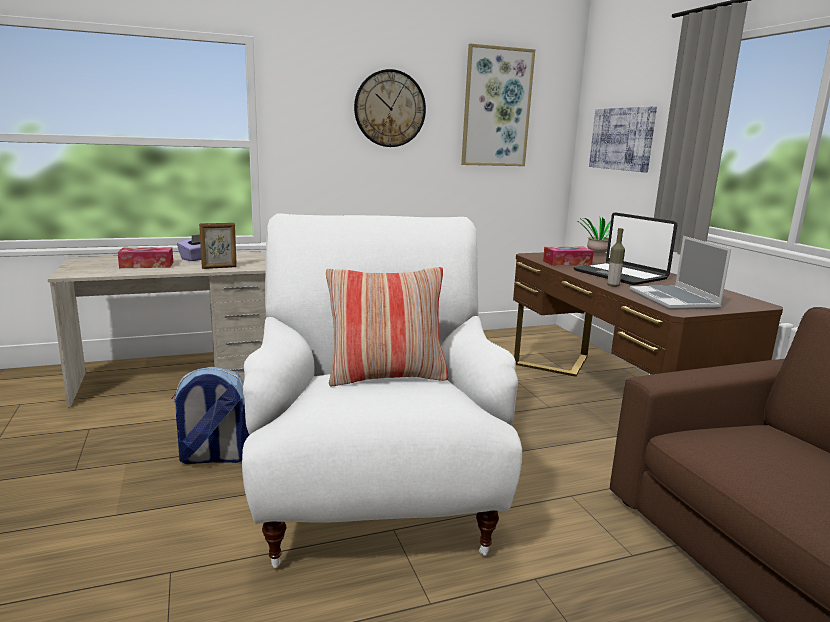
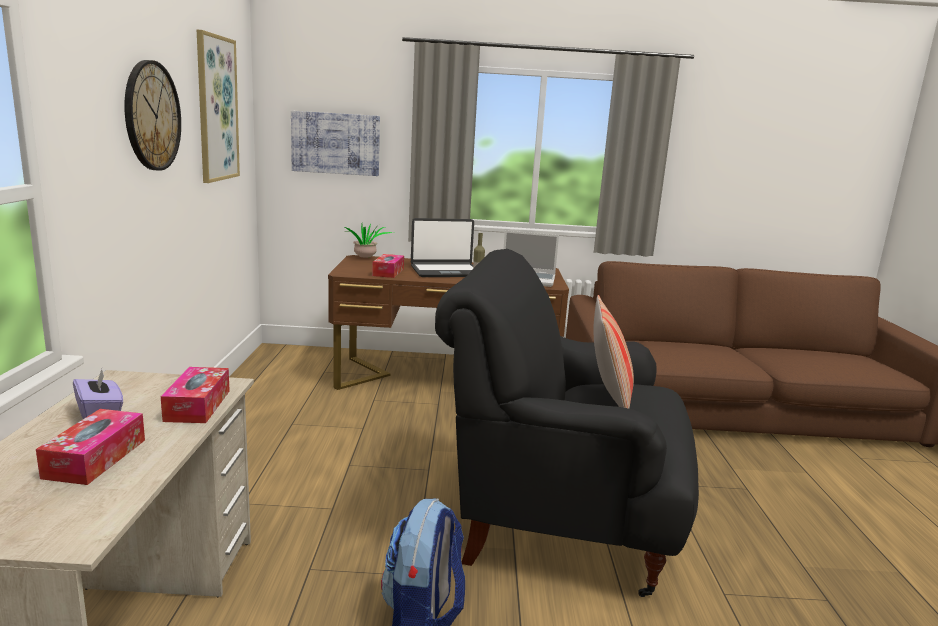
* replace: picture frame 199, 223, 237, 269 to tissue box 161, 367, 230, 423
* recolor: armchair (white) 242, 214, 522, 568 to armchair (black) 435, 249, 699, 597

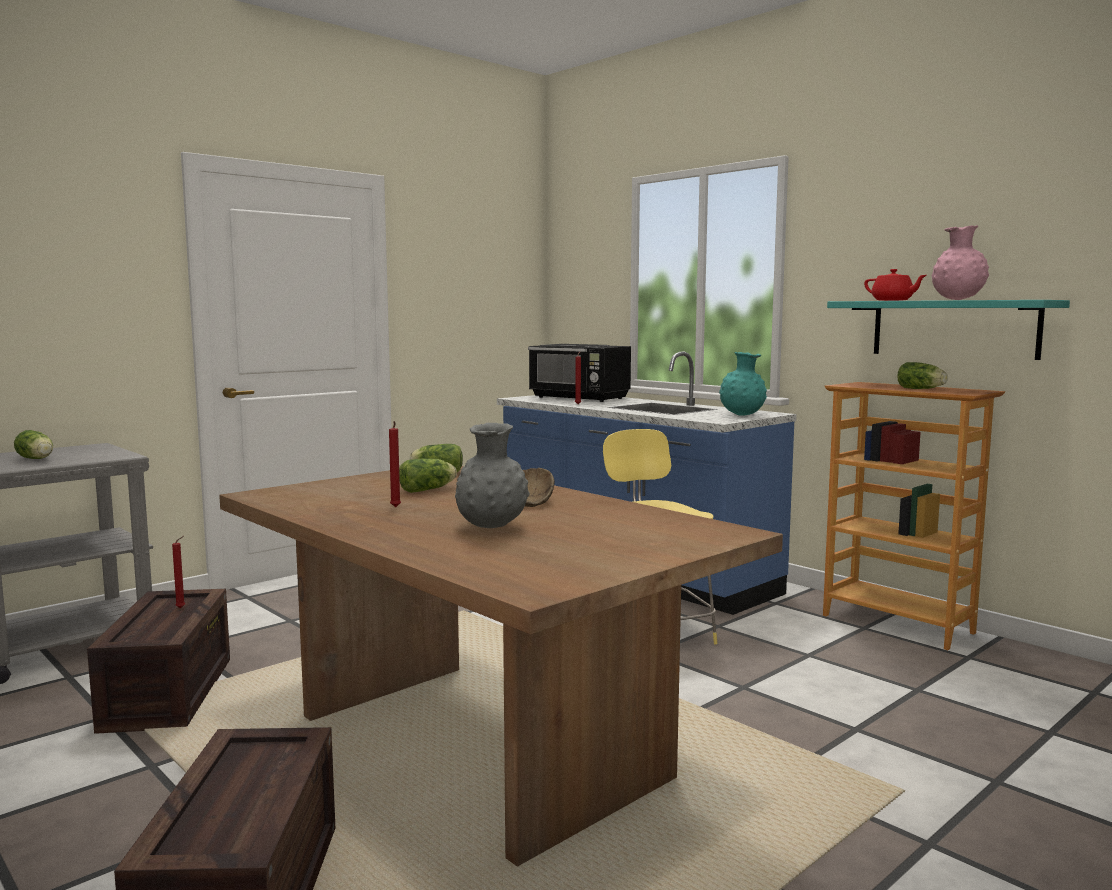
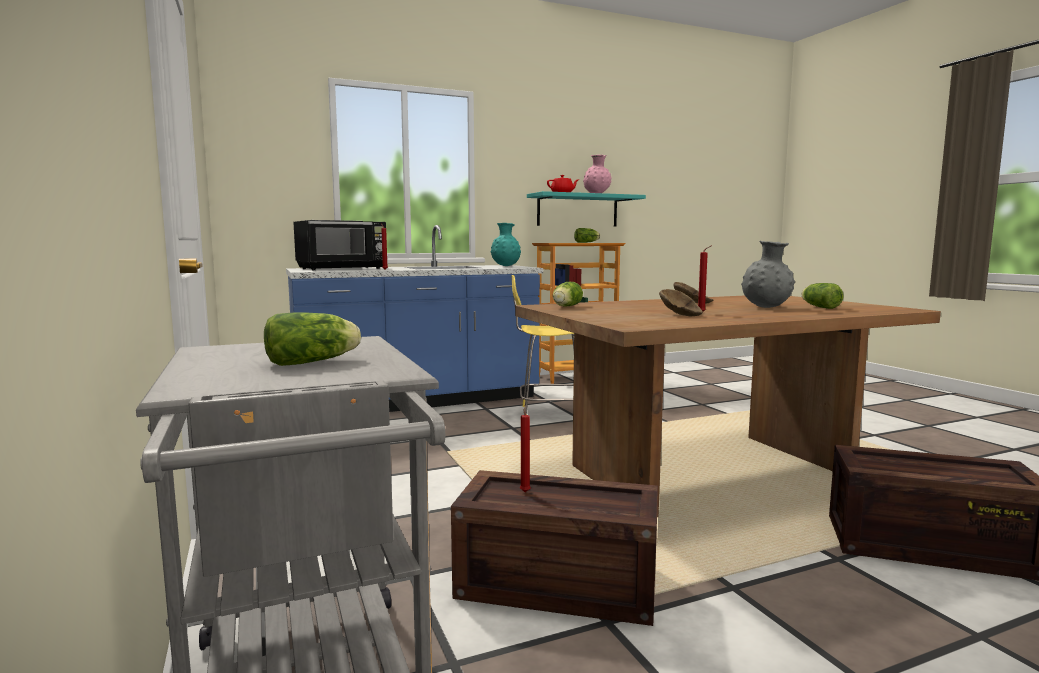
* move: lettuce 399, 459, 457, 493 to 802, 283, 844, 309
* insert: bowl (brown) 659, 289, 703, 317

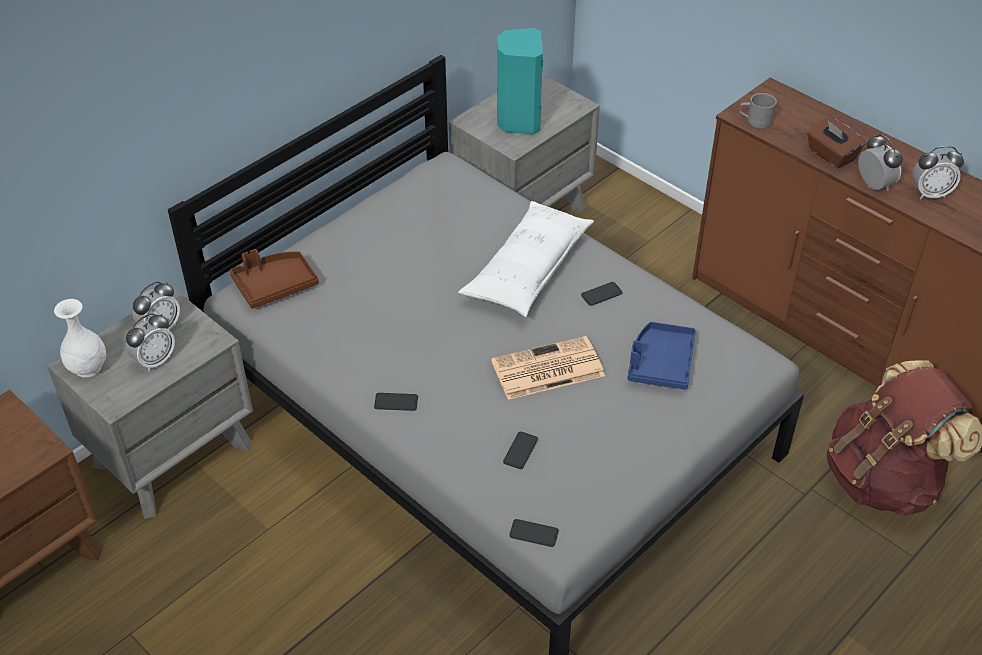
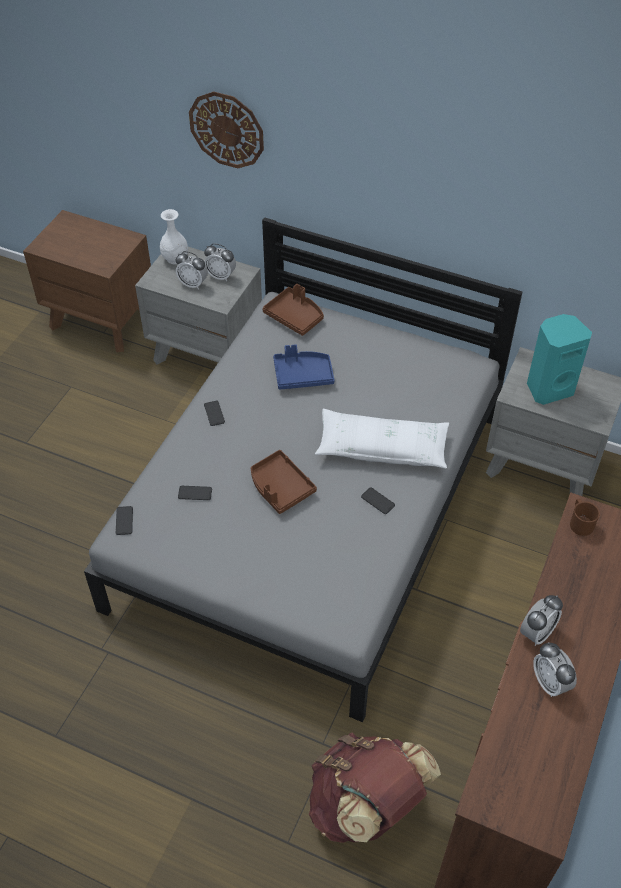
* replace: newspaper 491, 336, 605, 400 to tray (brown) 251, 450, 317, 514
* move: tray (blue) 628, 322, 696, 390 to 273, 344, 334, 390
* recolor: mug (grey) 739, 93, 777, 128 to mug (brown) 570, 499, 600, 536
* delete: tissue box (brown) 807, 117, 865, 168
* insert: wall clock 189, 91, 264, 168

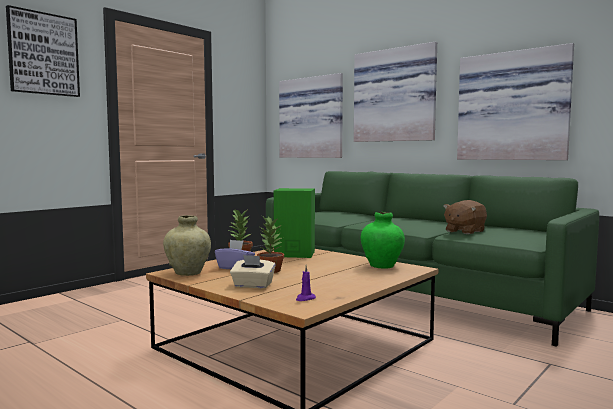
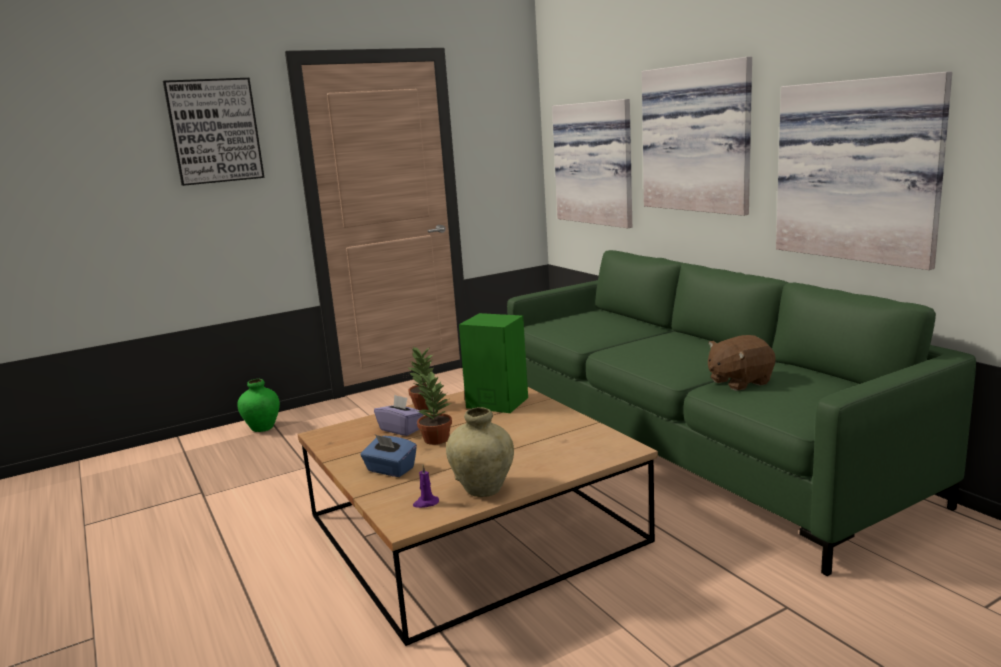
* move: vase (beige) 163, 215, 211, 276 to 446, 407, 514, 497
* recolor: tissue box (beige) 230, 255, 276, 288 to tissue box (blue) 360, 434, 417, 477
* move: vase (green) 361, 212, 405, 269 to 237, 379, 280, 432

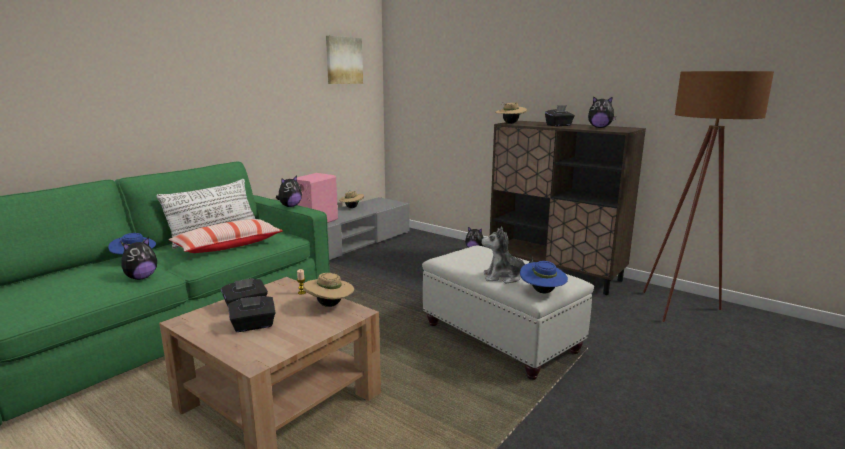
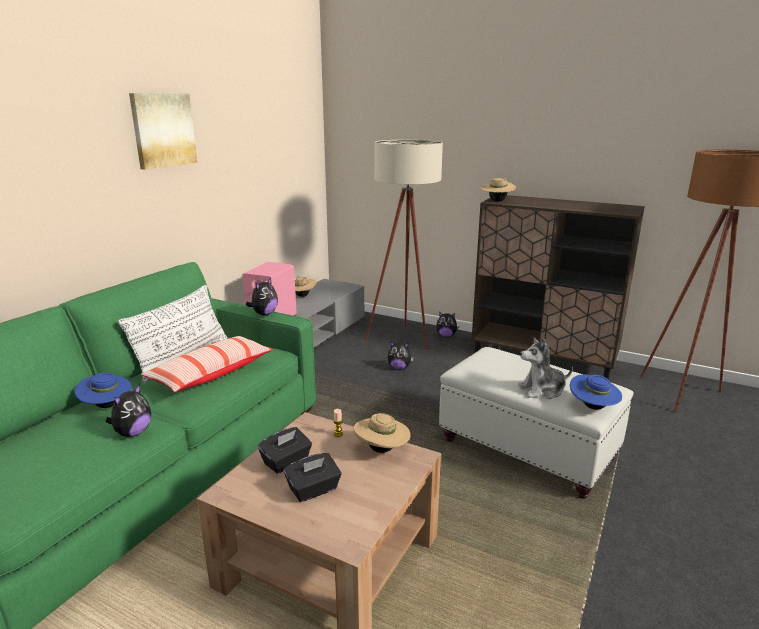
* move: picture 326, 36, 363, 84 to 129, 93, 197, 170
* delete: tissue box (black) 545, 105, 575, 126
* move: plush toy 588, 96, 616, 128 to 388, 342, 414, 370
* insert: floor lamp (beige) 365, 139, 443, 351

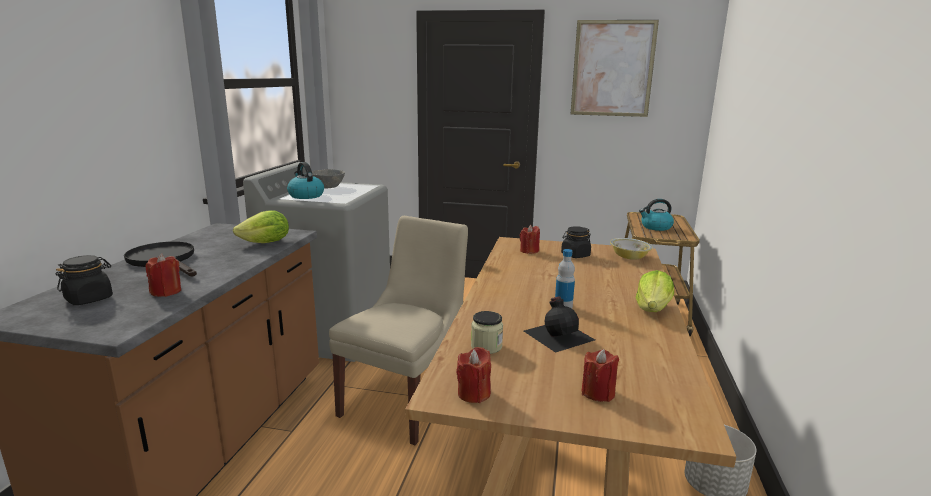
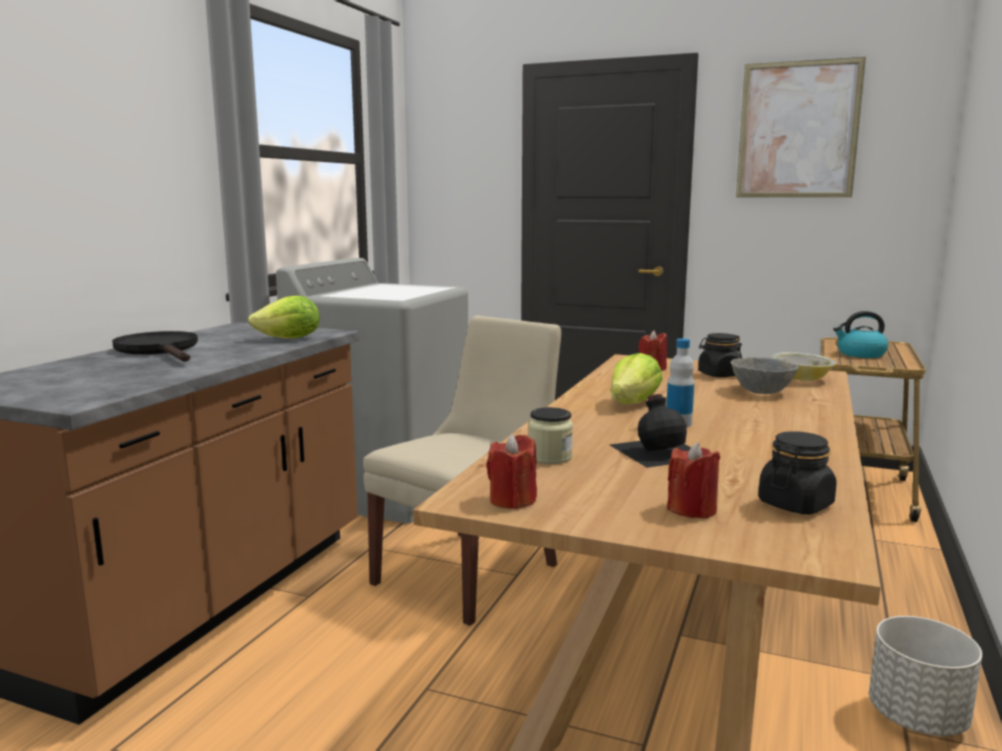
* move: jar (black) 56, 255, 113, 305 to 758, 431, 837, 514
* delete: candle (red) 145, 254, 181, 297
* delete: kettle 287, 162, 324, 199
* move: bowl (grey) 312, 169, 345, 188 to 731, 357, 799, 394
* move: lettuce 636, 270, 674, 312 to 610, 353, 662, 404

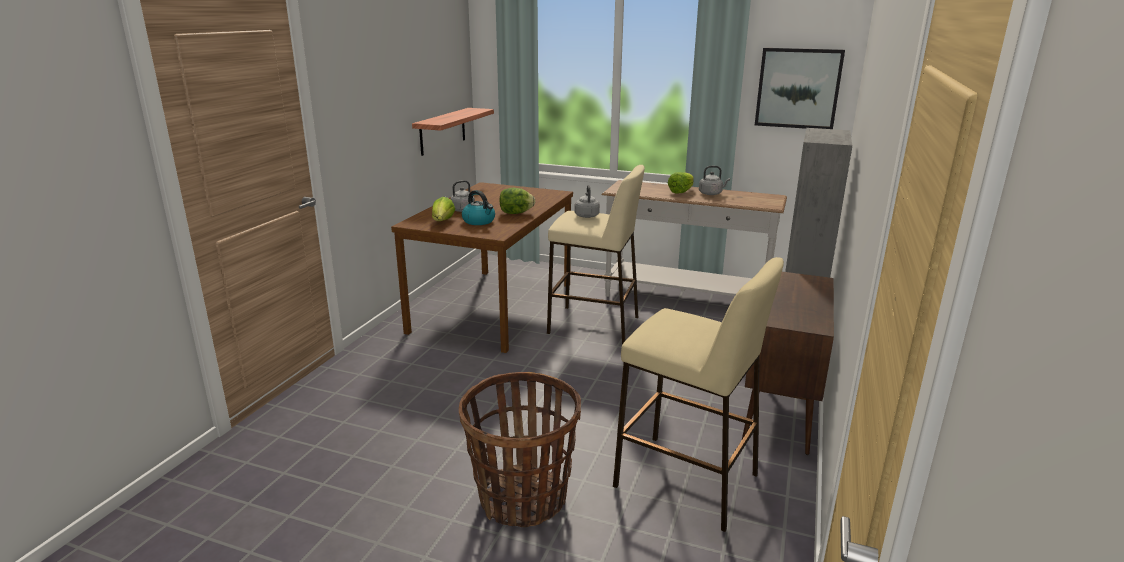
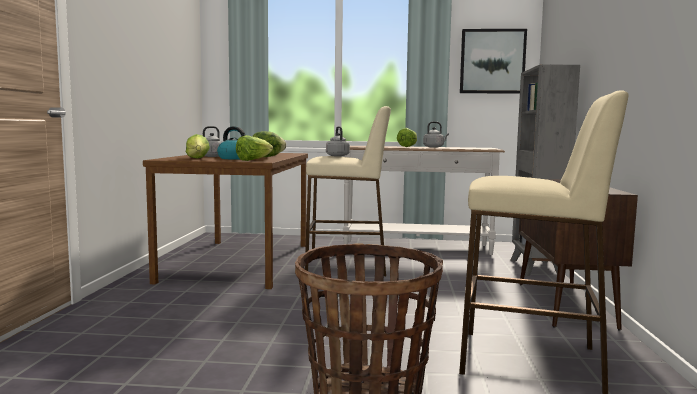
* delete: shelf 412, 108, 494, 156
* insert: lettuce 236, 135, 273, 161

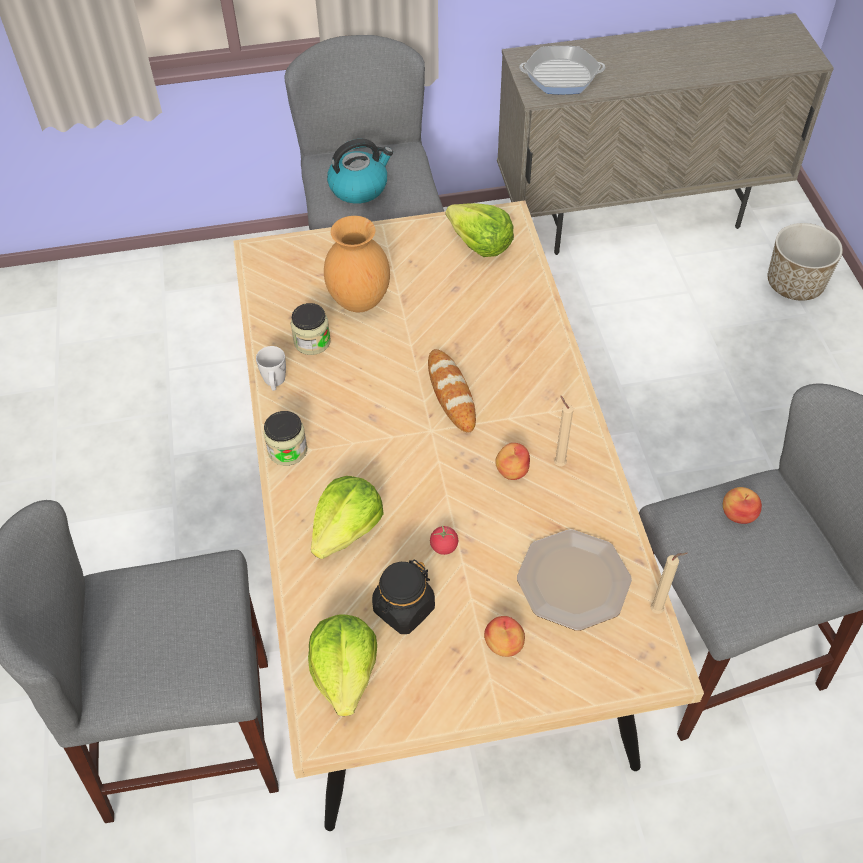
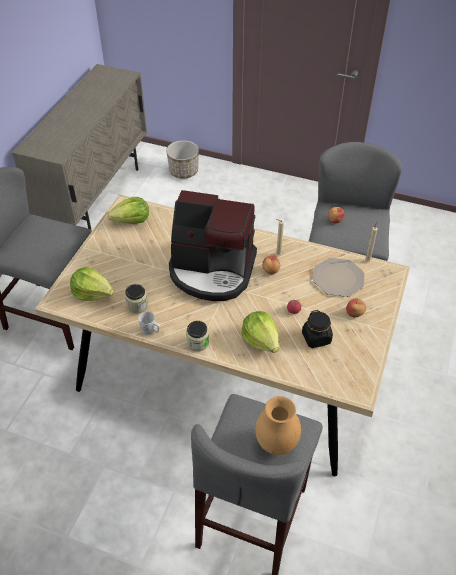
* move: lettuce 308, 615, 377, 716 to 70, 267, 114, 301
* move: vase (brown) 324, 216, 390, 313 to 255, 396, 301, 455
* delete: kettle 327, 139, 393, 204
* replace: bread 428, 349, 476, 433 to coffee machine 169, 190, 257, 301
* delete: frying pan 519, 46, 606, 94

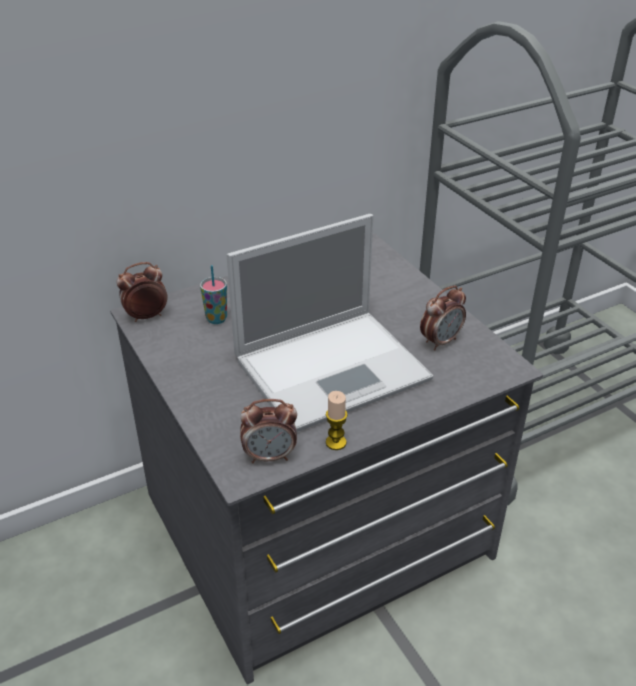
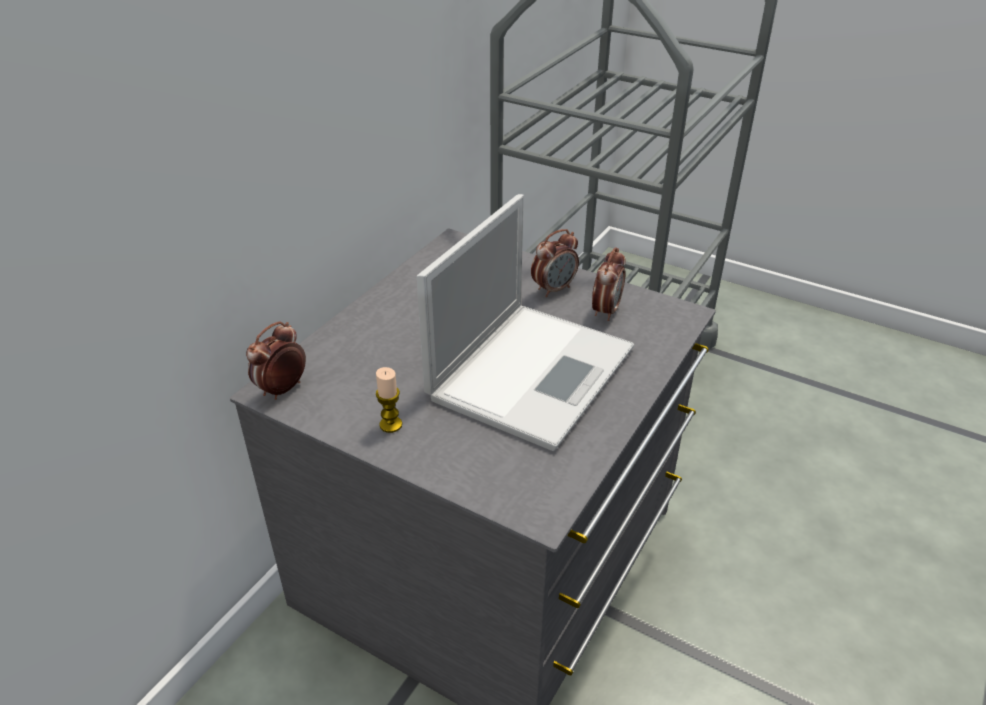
* delete: cup 200, 265, 227, 324
* move: alarm clock 240, 399, 297, 463 to 531, 229, 579, 297
* move: candle 326, 391, 348, 450 to 376, 367, 402, 433

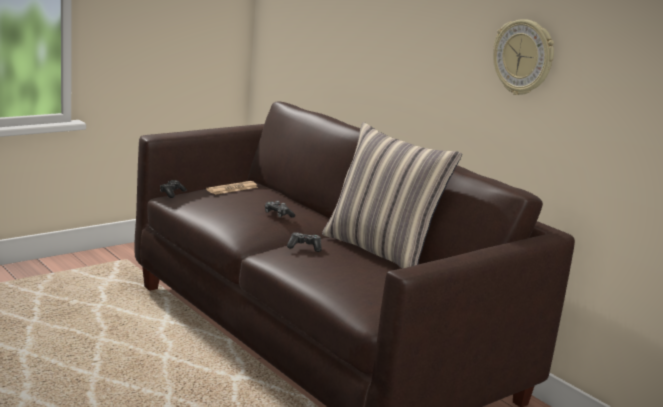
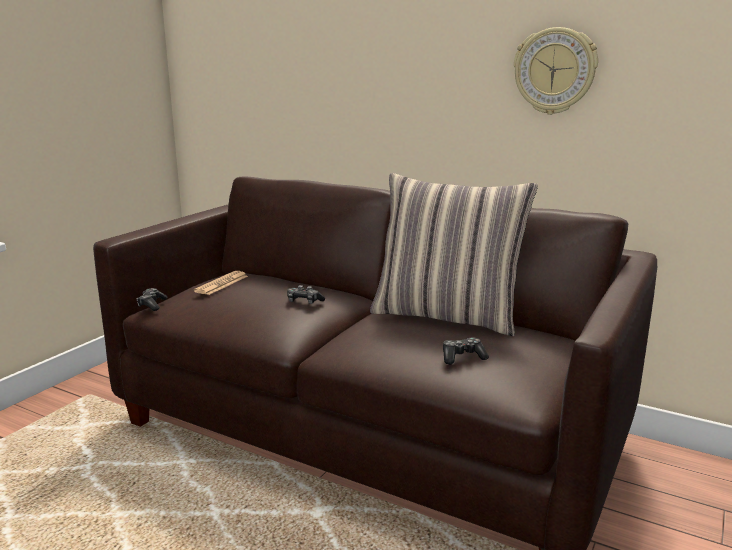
* move: game controller 287, 232, 322, 252 to 443, 337, 489, 364

